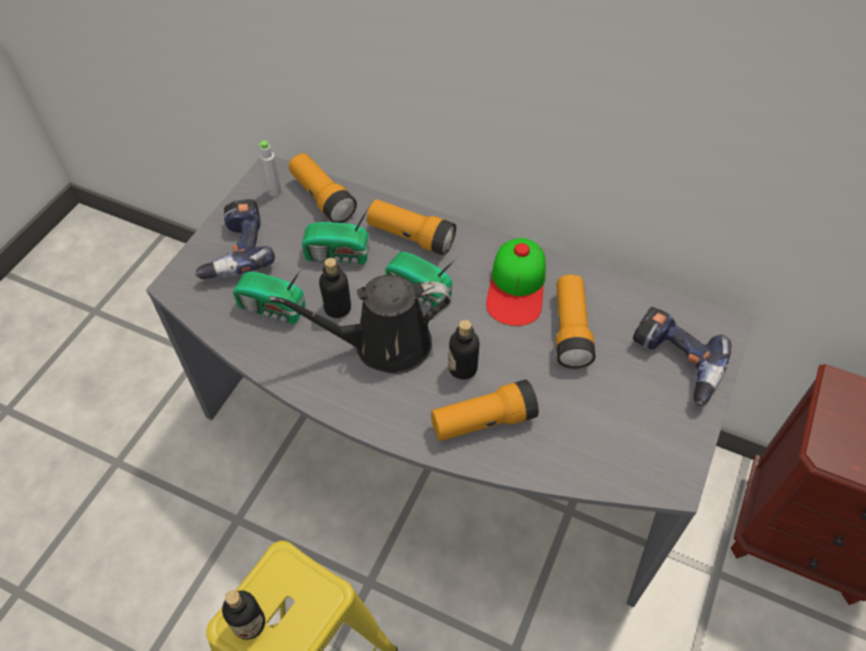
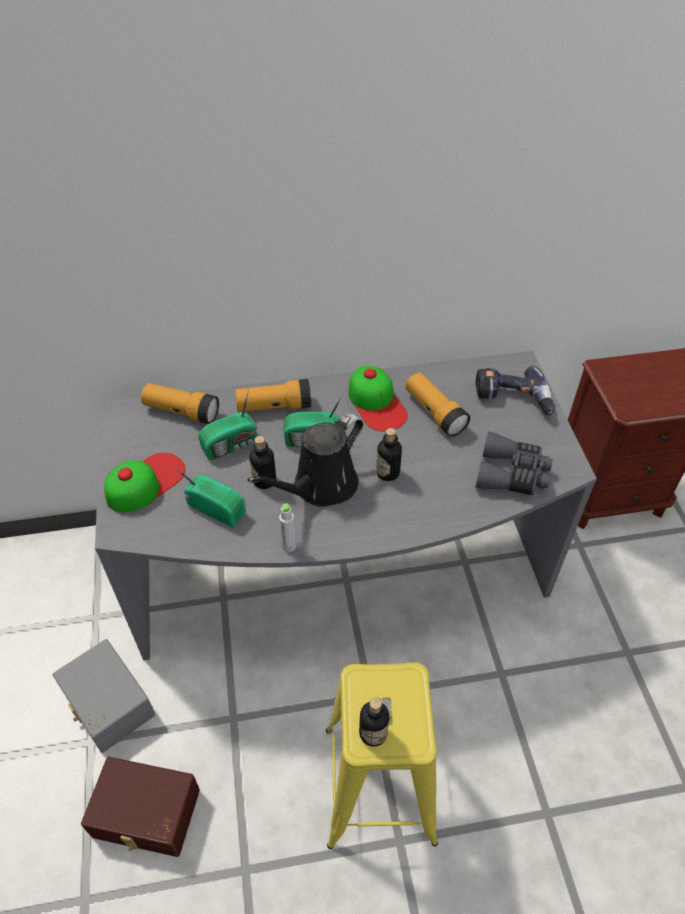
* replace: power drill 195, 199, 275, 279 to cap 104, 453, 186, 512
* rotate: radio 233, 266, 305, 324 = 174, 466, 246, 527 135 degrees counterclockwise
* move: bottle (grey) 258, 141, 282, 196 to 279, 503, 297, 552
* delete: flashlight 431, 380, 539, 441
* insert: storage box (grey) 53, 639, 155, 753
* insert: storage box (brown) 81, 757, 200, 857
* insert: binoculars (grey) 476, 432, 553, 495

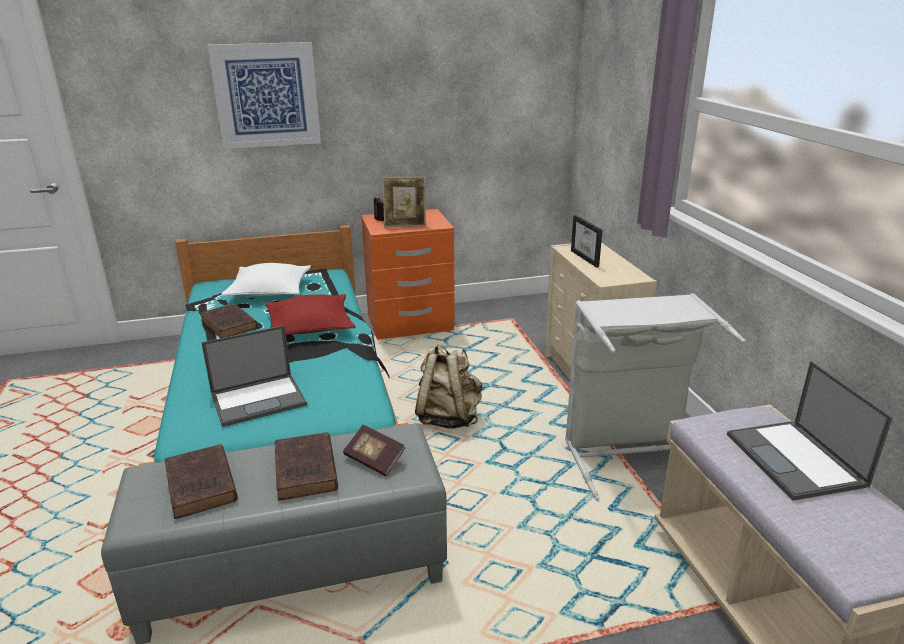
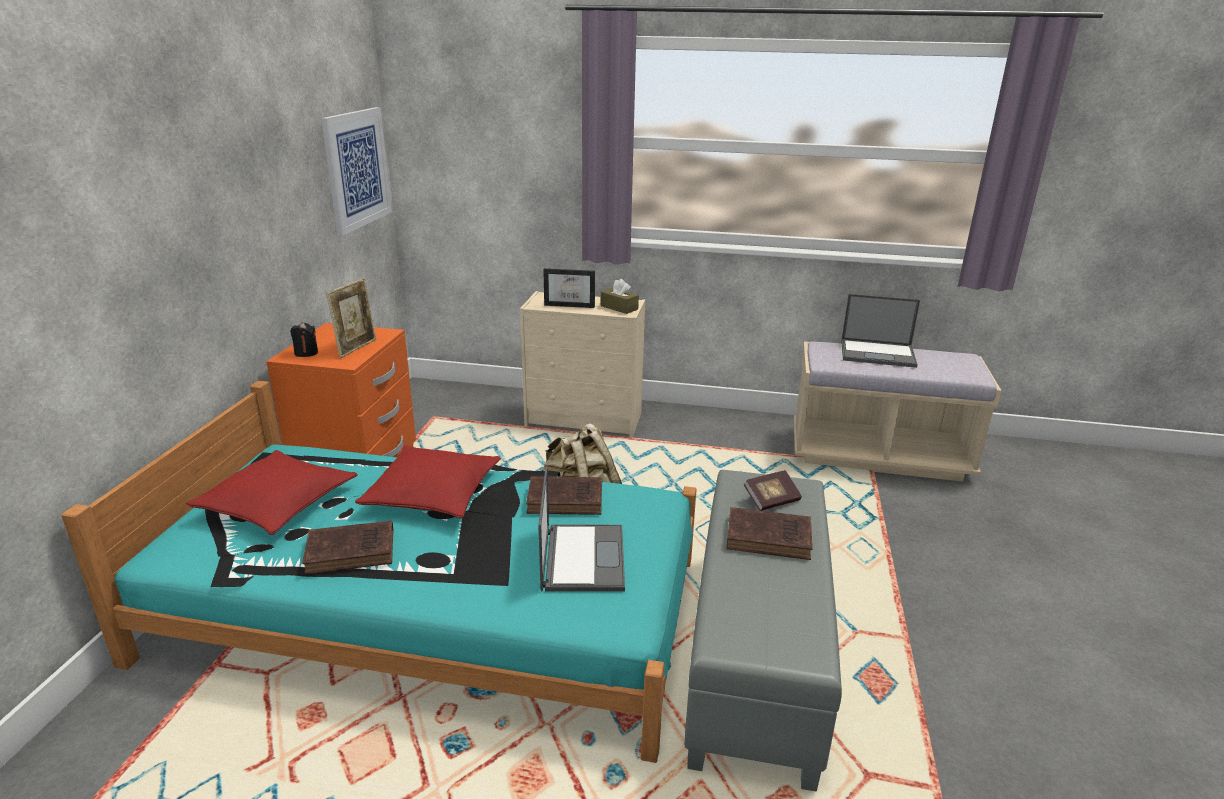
* move: book (brown) 165, 444, 238, 519 to 526, 476, 602, 515
* move: picture 208, 42, 321, 149 to 321, 107, 392, 236
* recolor: pillow (white) 221, 263, 311, 296 to pillow (red) 186, 450, 358, 535
* delete: laundry basket (grey) 565, 293, 746, 501
* insert: tissue box (brown) 601, 279, 639, 314

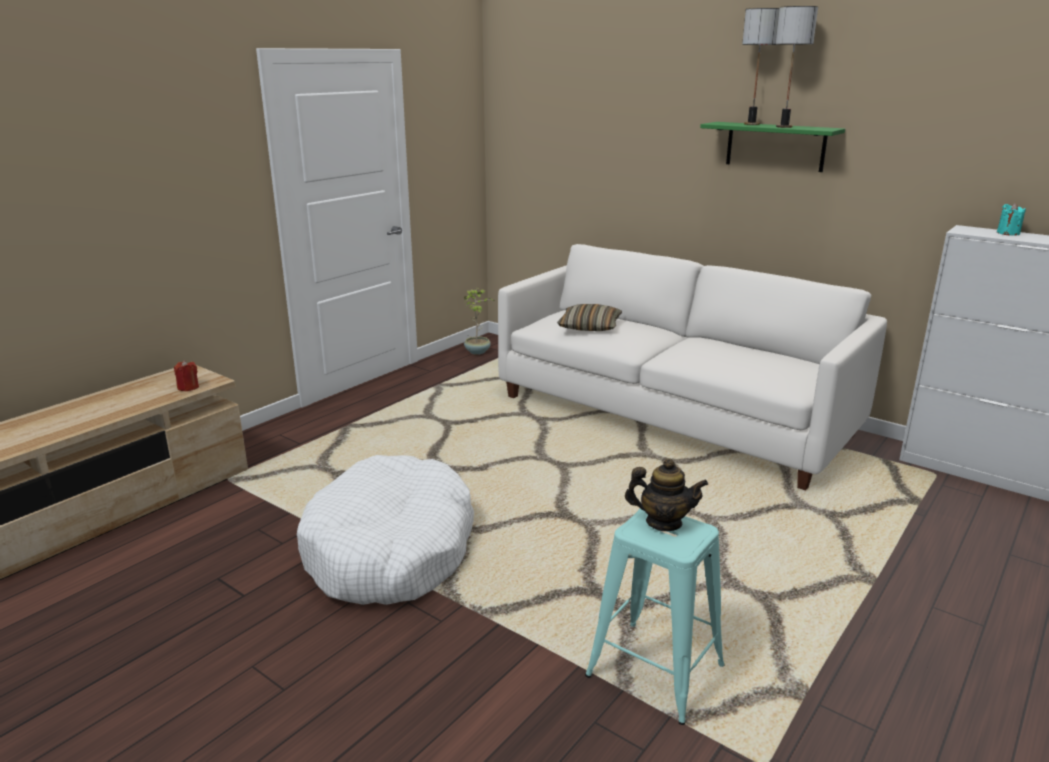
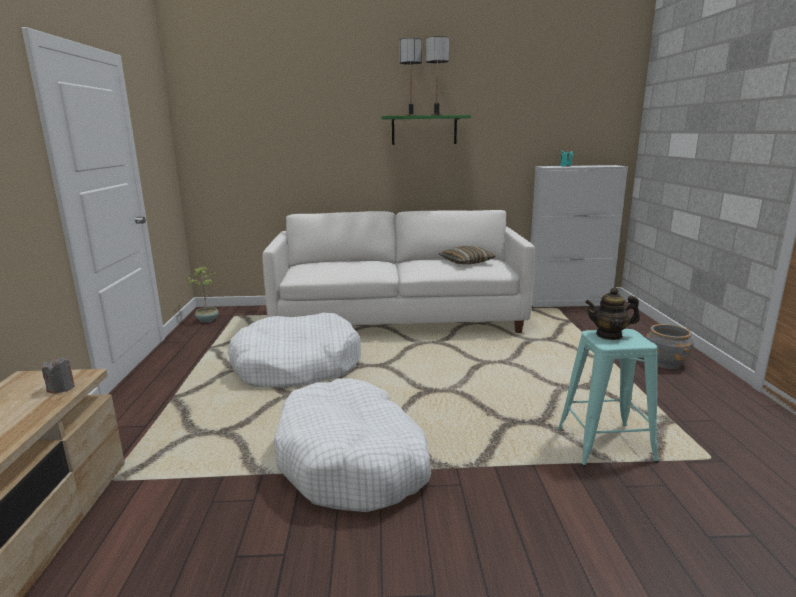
* recolor: candle (red) 174, 360, 199, 391 to candle (grey) 42, 357, 75, 393
* move: pillow 557, 304, 622, 331 to 439, 246, 495, 264
* rotate: teapot 625, 458, 708, 531 = 585, 288, 640, 340 150 degrees counterclockwise
* insert: dog bed (white) 228, 313, 361, 388
* insert: planter (grey) 646, 324, 694, 369

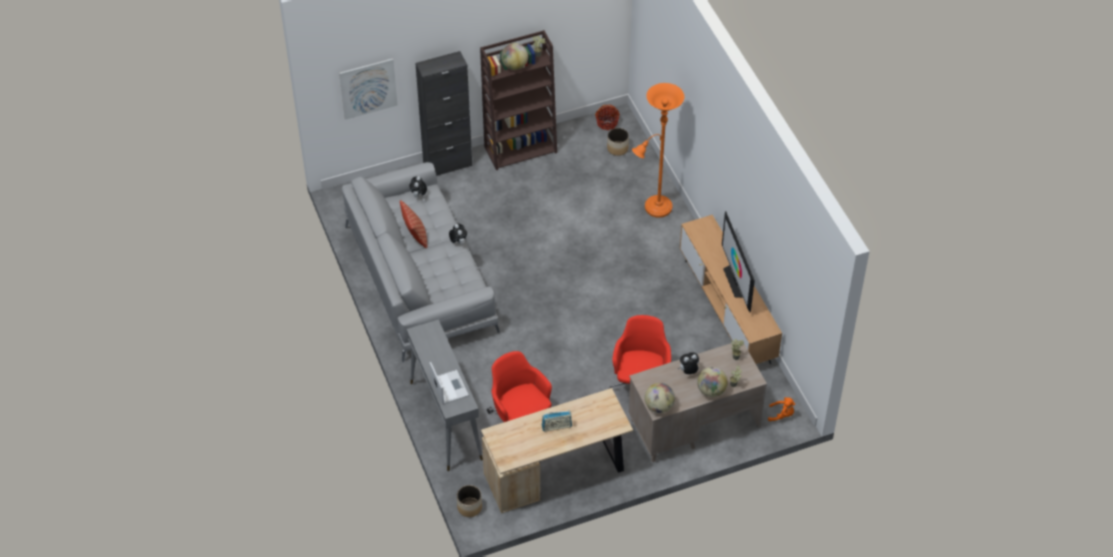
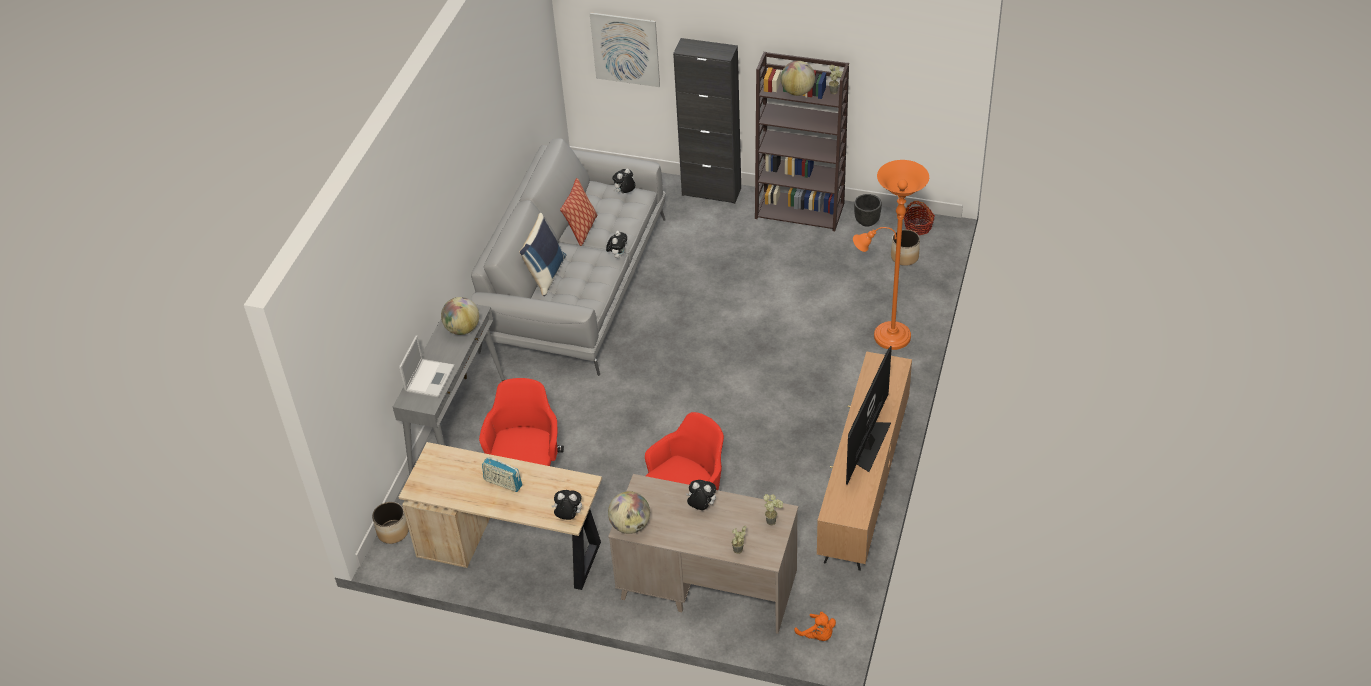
* move: globe 697, 367, 728, 397 to 441, 297, 479, 335
* insert: pillow (blue) 519, 213, 566, 296
* insert: plush toy 551, 490, 582, 520
* insert: planter (black) 854, 194, 882, 227

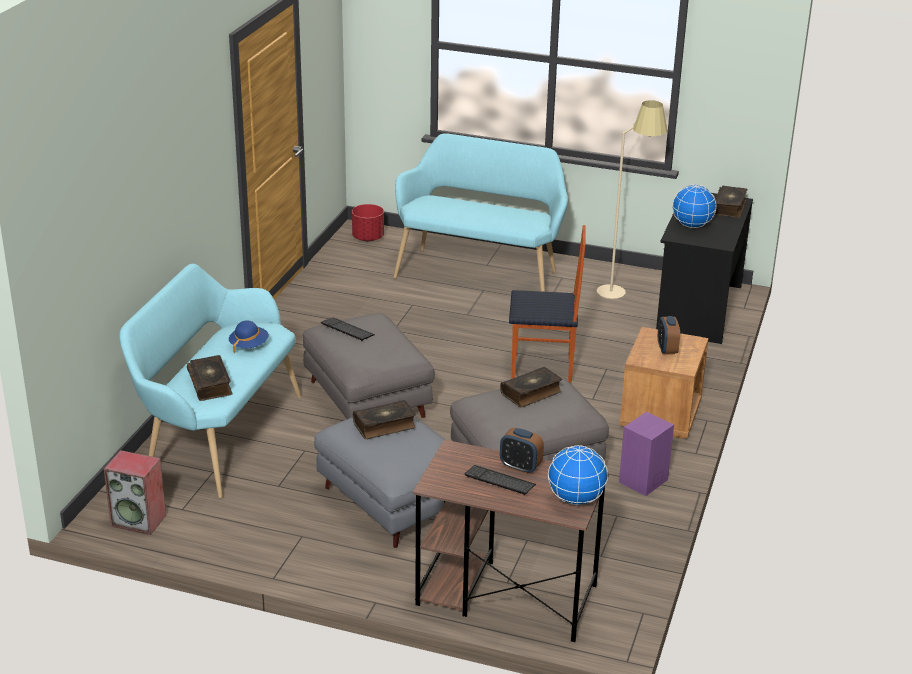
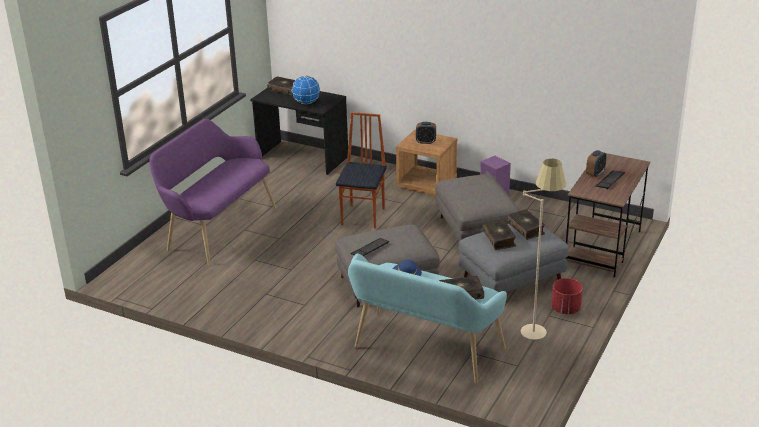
* delete: speaker 104, 450, 166, 535
* move: planter (red) 352, 204, 384, 241 to 551, 278, 583, 314
* recolor: bench (turquoise) 393, 133, 568, 292 to bench (purple) 149, 119, 276, 265
* move: book 500, 367, 562, 407 to 507, 209, 545, 240
* delete: globe 548, 445, 608, 505
* move: floor lamp (beige) 597, 100, 667, 299 to 521, 159, 566, 340

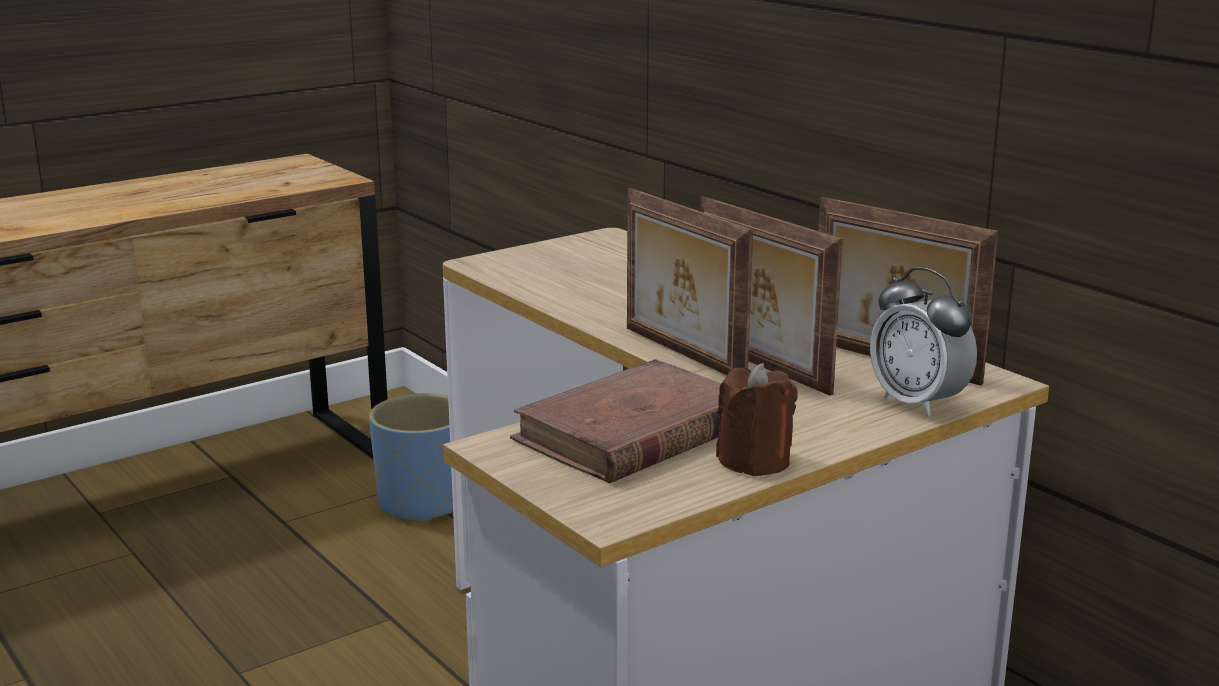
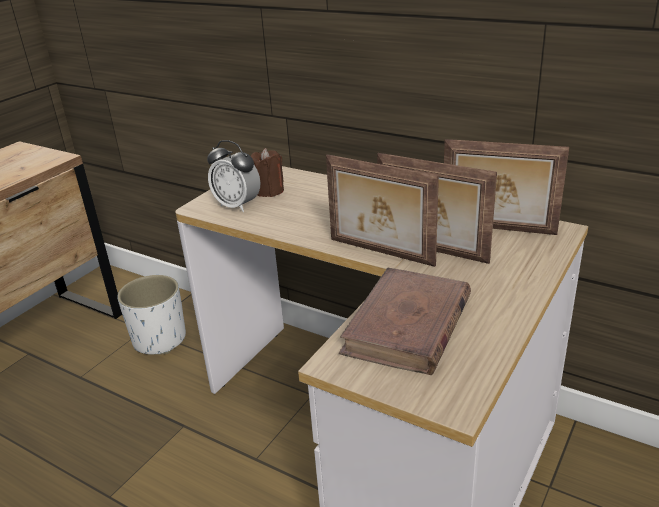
* recolor: planter (blue) 369, 393, 453, 523 to planter (white) 117, 275, 186, 355
* move: candle (brown) 716, 363, 797, 476 to 251, 148, 284, 197
* move: alarm clock 870, 267, 977, 417 to 207, 140, 260, 212

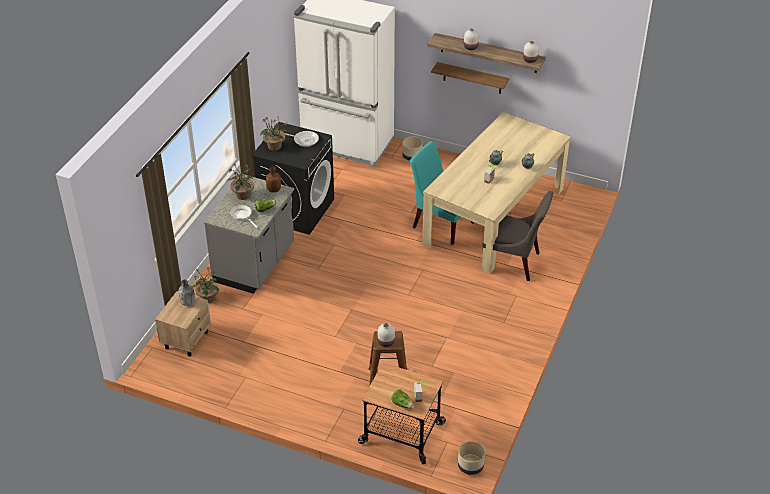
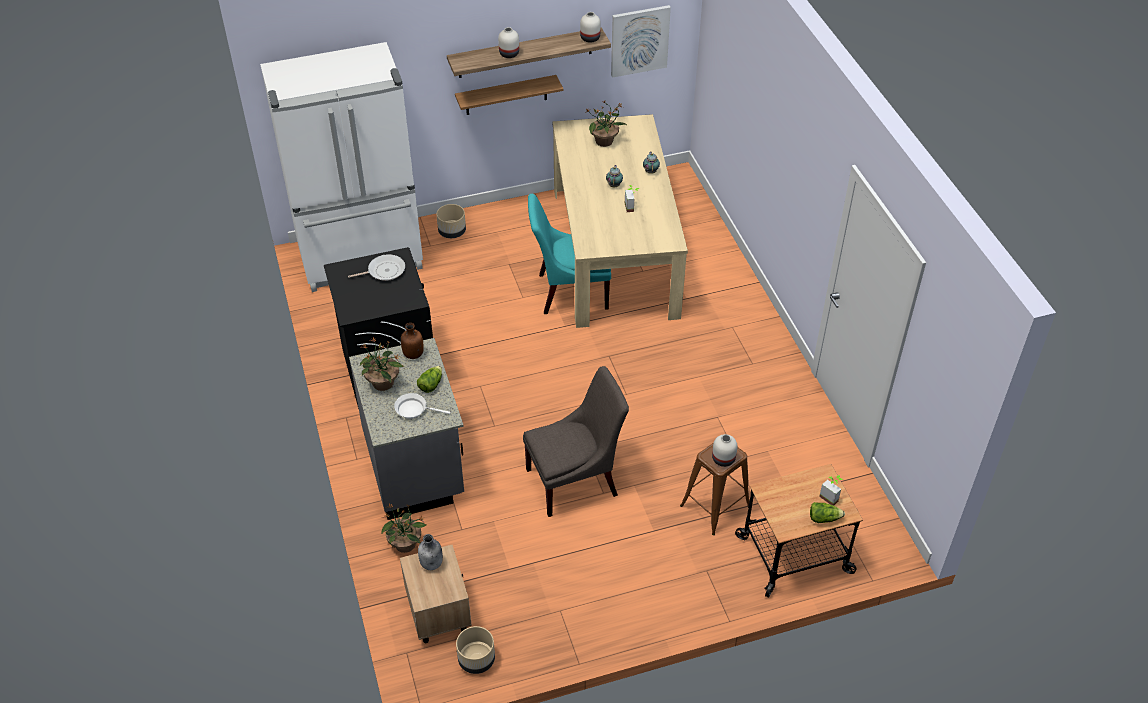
* move: potted plant 260, 117, 289, 151 to 585, 101, 627, 147
* move: planter (beige) 458, 441, 485, 475 to 456, 626, 495, 674
* move: chair (grey) 482, 191, 553, 281 to 523, 366, 629, 517
* insert: picture 611, 5, 671, 78

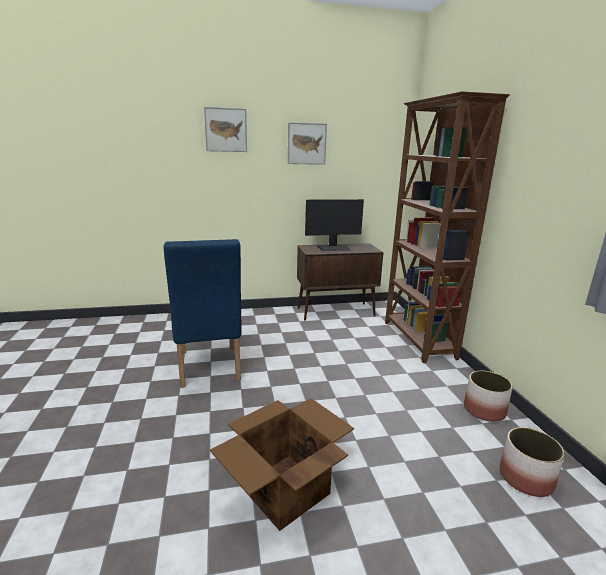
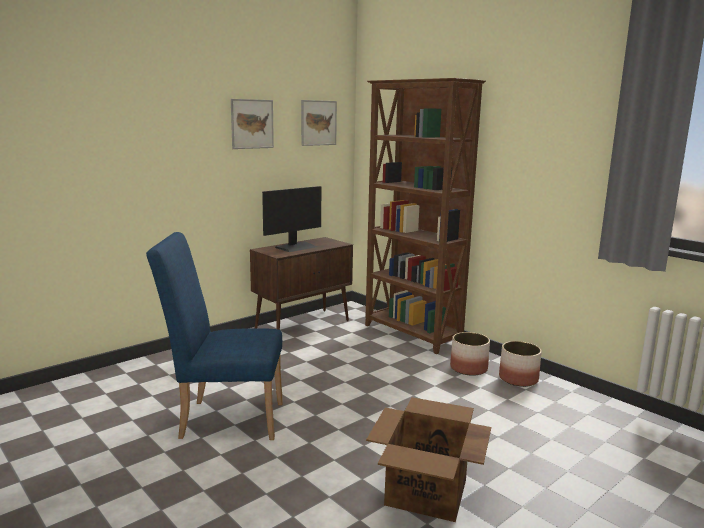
* rotate: chair (blue) 164, 239, 242, 388 = 146, 232, 283, 440 135 degrees clockwise
* move: picture 204, 107, 247, 152 to 301, 100, 337, 146
* move: planter 500, 427, 565, 497 to 450, 332, 490, 376

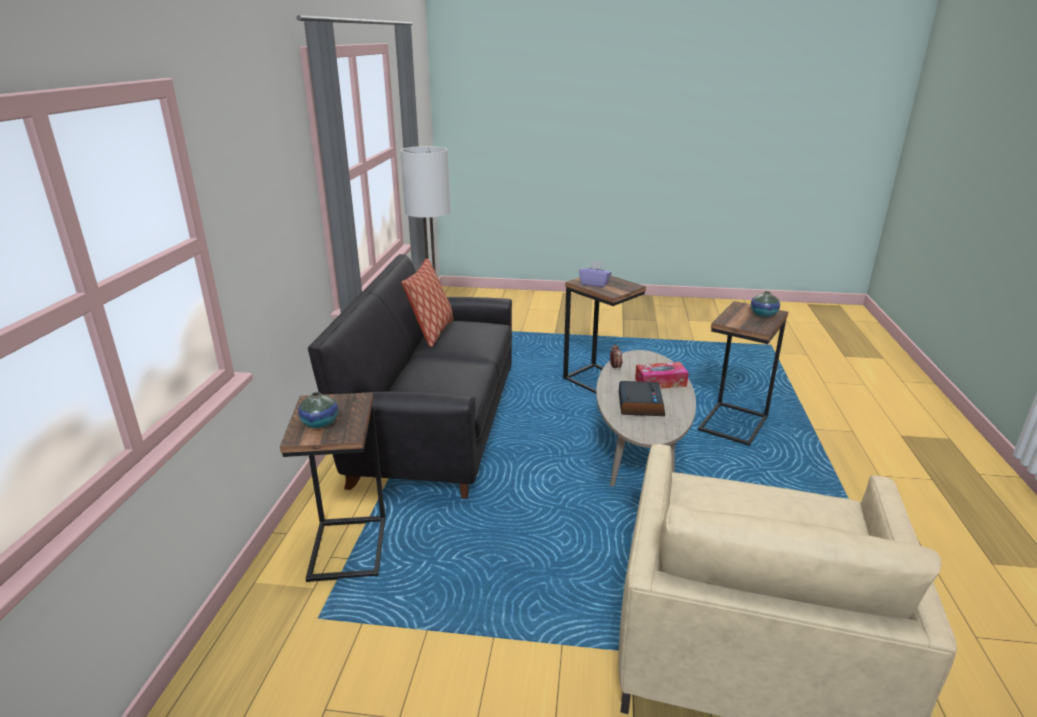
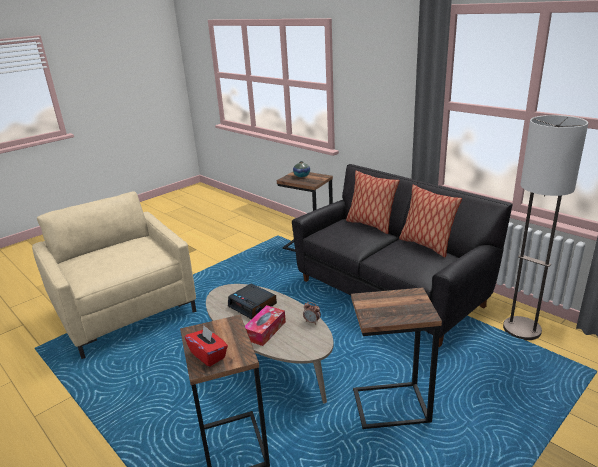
* delete: tissue box (purple) 579, 260, 612, 287
* replace: vase 751, 291, 780, 317 to tissue box (red) 185, 326, 228, 367
* insert: pillow 346, 171, 400, 234

